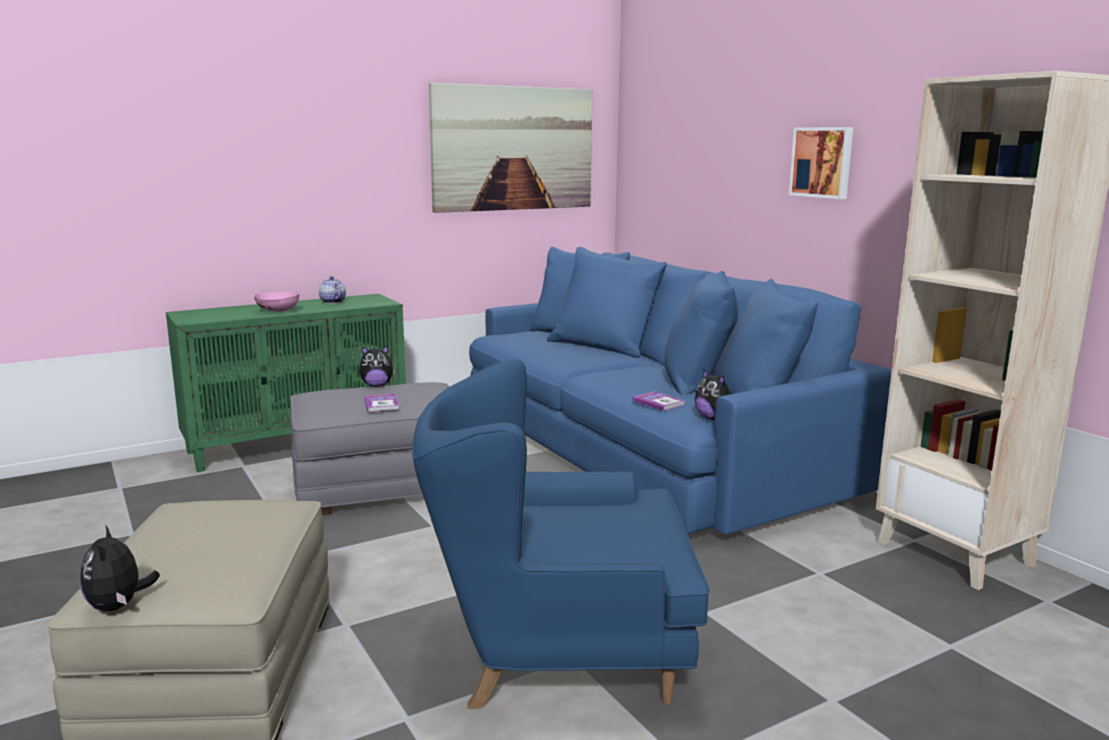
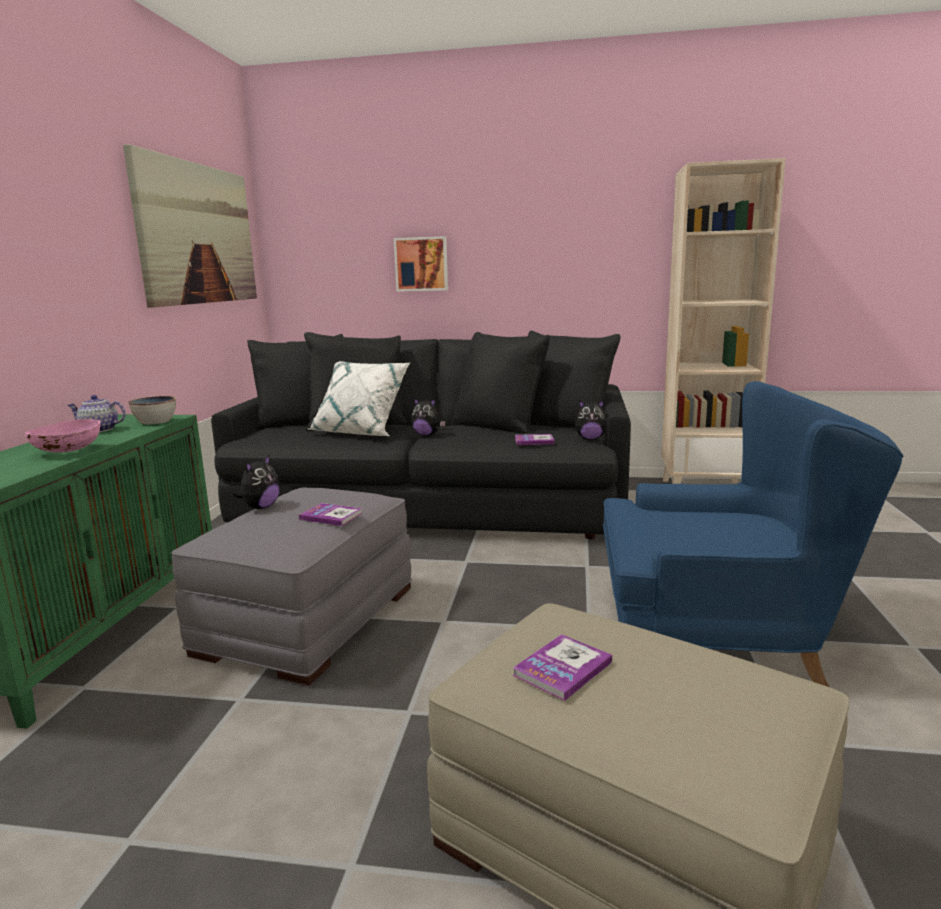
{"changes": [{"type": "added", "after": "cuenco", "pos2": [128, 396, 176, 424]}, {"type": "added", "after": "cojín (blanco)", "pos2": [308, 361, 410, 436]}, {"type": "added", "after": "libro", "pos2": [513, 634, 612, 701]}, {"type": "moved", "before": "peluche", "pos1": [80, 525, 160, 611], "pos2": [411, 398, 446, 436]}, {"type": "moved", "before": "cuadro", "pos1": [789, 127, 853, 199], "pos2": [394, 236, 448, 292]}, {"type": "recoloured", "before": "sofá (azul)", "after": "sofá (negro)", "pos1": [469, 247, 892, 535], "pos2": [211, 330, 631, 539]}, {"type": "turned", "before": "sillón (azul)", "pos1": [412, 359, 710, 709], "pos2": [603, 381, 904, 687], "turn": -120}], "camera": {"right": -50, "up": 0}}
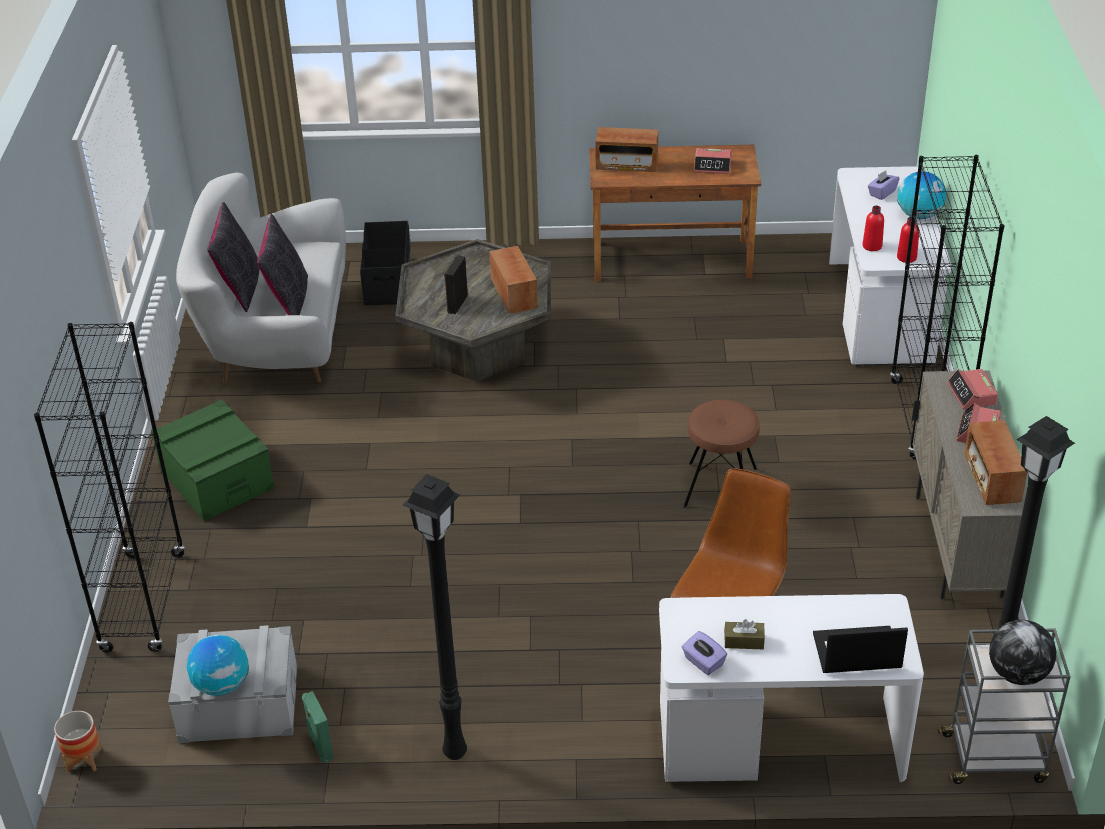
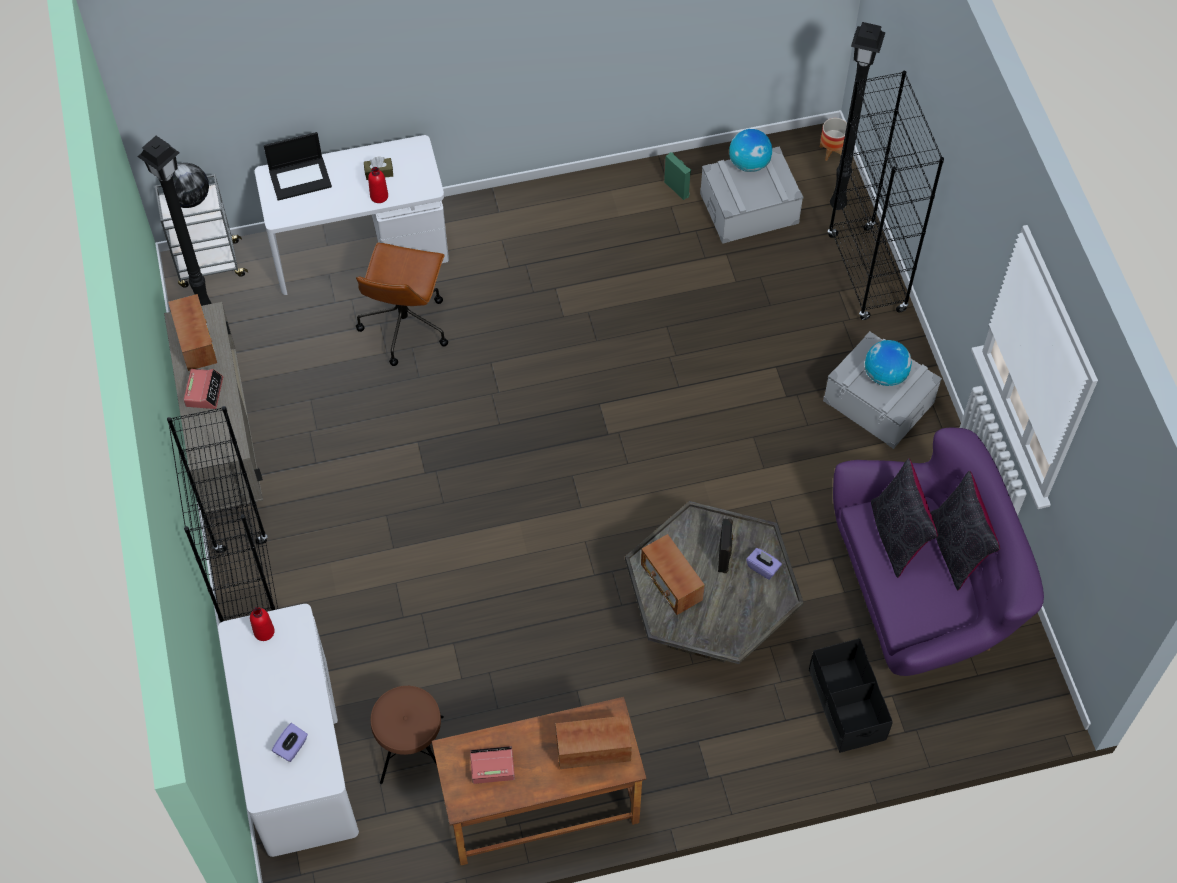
{"changes": [{"type": "removed", "before": "despertador", "pos1": [947, 369, 998, 410]}, {"type": "moved", "before": "lámpara de pie (negro)", "pos1": [403, 474, 467, 760], "pos2": [830, 22, 886, 210]}, {"type": "moved", "before": "caja de pañuelos (morado)", "pos1": [682, 631, 727, 675], "pos2": [746, 548, 782, 580]}, {"type": "moved", "before": "taburete (marrón)", "pos1": [683, 400, 760, 508], "pos2": [370, 686, 444, 784]}, {"type": "moved", "before": "botella (rojo)", "pos1": [863, 206, 884, 251], "pos2": [368, 167, 388, 203]}, {"type": "moved", "before": "globo terráqueo", "pos1": [897, 171, 946, 219], "pos2": [865, 340, 912, 386]}, {"type": "recoloured", "before": "caja de almacenaje (verde)", "after": "caja de almacenaje (gris)", "pos1": [151, 399, 275, 521], "pos2": [823, 331, 942, 449]}, {"type": "recoloured", "before": "sofá (blanco)", "after": "sofá (morado)", "pos1": [176, 172, 346, 383], "pos2": [833, 428, 1044, 676]}], "camera": {"right": 165, "up": 20}}
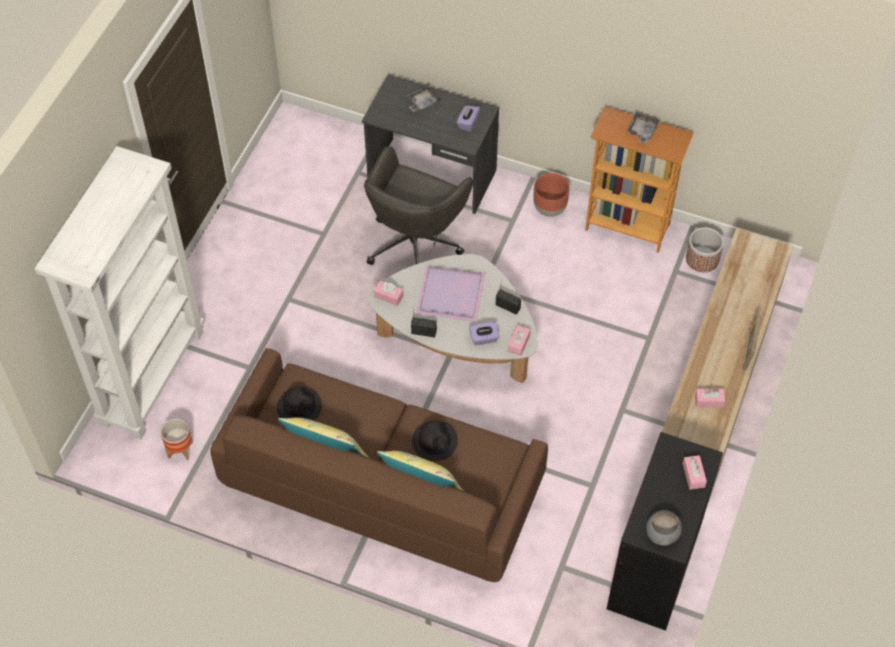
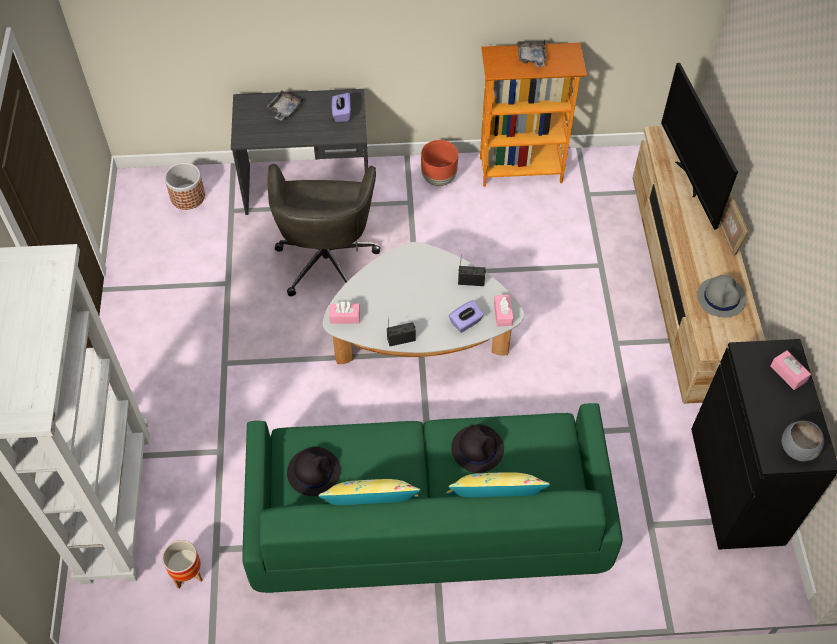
{"changes": [{"type": "removed", "before": "bandeja (morado)", "pos1": [416, 265, 485, 322]}, {"type": "added", "after": "televisor", "pos2": [661, 63, 738, 230]}, {"type": "moved", "before": "maceta", "pos1": [686, 227, 724, 272], "pos2": [165, 163, 205, 210]}, {"type": "replaced", "before": "caja de pañuelos (rosa)", "after": "sombrero (gris)", "pos1": [695, 388, 725, 407], "pos2": [697, 275, 746, 317]}, {"type": "recoloured", "before": "sofá (marrón)", "after": "sofá (verde)", "pos1": [210, 348, 548, 582], "pos2": [242, 403, 623, 593]}], "camera": {"right": -25, "up": 0}}
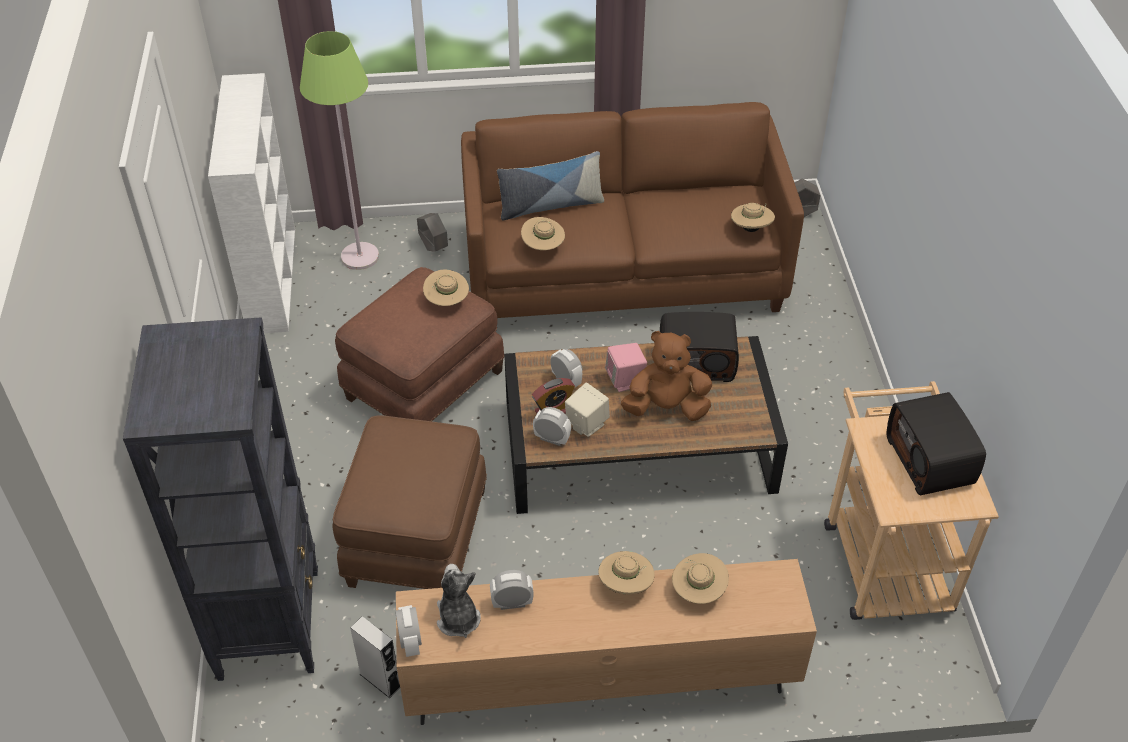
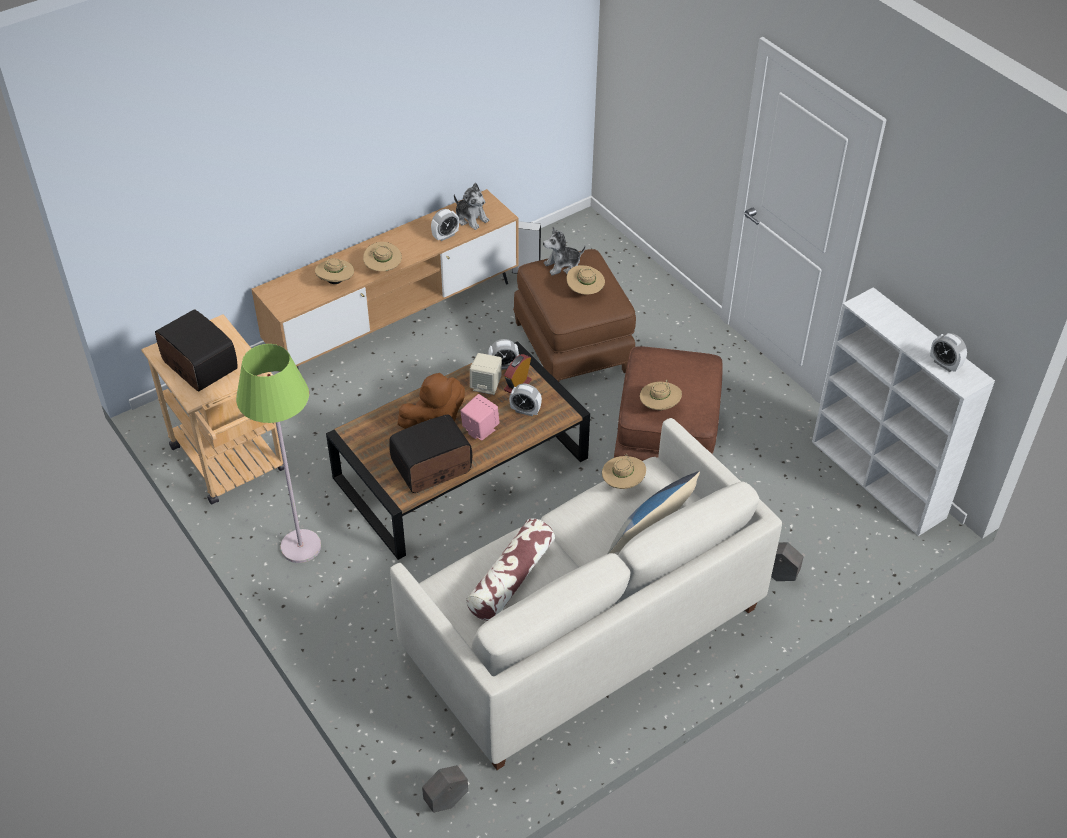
{"changes": [{"type": "removed", "before": "estantería (negro)", "pos1": [123, 317, 318, 681]}, {"type": "added", "after": "cojín", "pos2": [466, 518, 555, 621]}, {"type": "added", "after": "peluche", "pos2": [543, 226, 586, 275]}, {"type": "moved", "before": "lámpara de pie (verde)", "pos1": [300, 31, 379, 270], "pos2": [236, 344, 321, 563]}, {"type": "moved", "before": "despertador", "pos1": [395, 605, 422, 657], "pos2": [930, 333, 967, 372]}, {"type": "moved", "before": "sombrero (beis)", "pos1": [731, 203, 775, 232], "pos2": [566, 265, 605, 295]}, {"type": "recoloured", "before": "sofá (marrón)", "after": "sofá (blanco)", "pos1": [461, 102, 804, 318], "pos2": [390, 418, 782, 770]}], "camera": {"right": 150, "up": 0}}
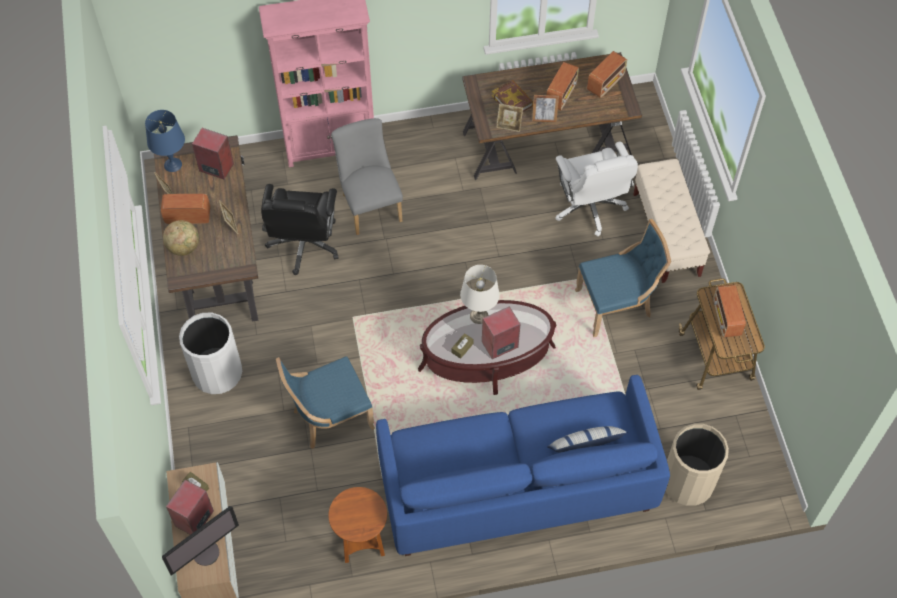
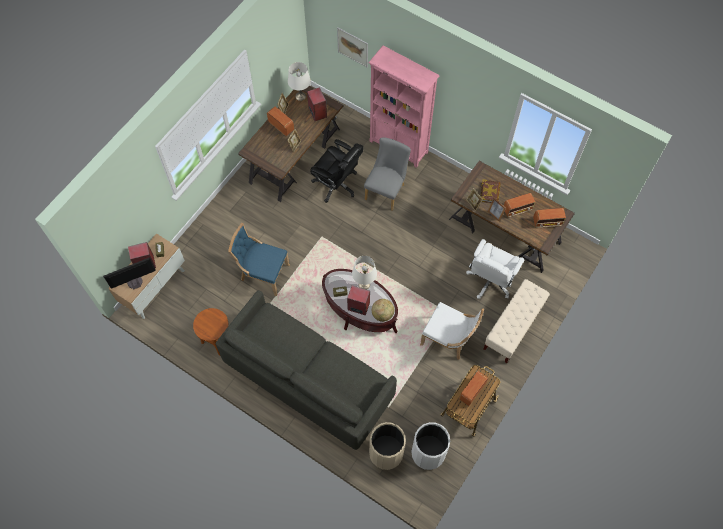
{"changes": [{"type": "removed", "before": "cojín", "pos1": [547, 426, 628, 453]}, {"type": "added", "after": "cuadro", "pos2": [337, 27, 368, 67]}, {"type": "moved", "before": "globo terráqueo", "pos1": [163, 220, 199, 256], "pos2": [372, 299, 394, 322]}, {"type": "moved", "before": "papelera (blanco)", "pos1": [179, 312, 242, 394], "pos2": [411, 422, 450, 470]}, {"type": "recoloured", "before": "lámpara de mesa (azul)", "after": "lámpara de mesa (blanco)", "pos1": [145, 110, 185, 172], "pos2": [288, 62, 311, 101]}, {"type": "recoloured", "before": "sofá (azul)", "after": "sofá (gris)", "pos1": [376, 375, 670, 556], "pos2": [216, 290, 397, 450]}, {"type": "recoloured", "before": "silla (azul)", "after": "silla (blanco)", "pos1": [575, 219, 671, 337], "pos2": [420, 302, 484, 360]}, {"type": "turned", "before": "monitor", "pos1": [162, 506, 239, 576], "pos2": [103, 257, 156, 290], "turn": 150}, {"type": "turned", "before": "silla de oficina (negro)", "pos1": [261, 184, 339, 275], "pos2": [310, 139, 364, 203], "turn": -105}], "camera": {"right": 45, "up": 5}}
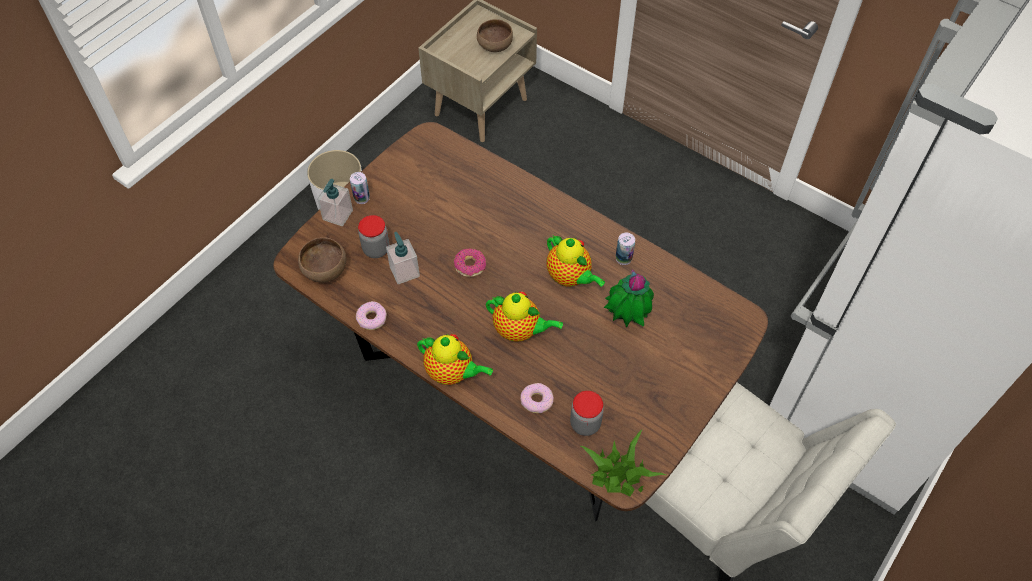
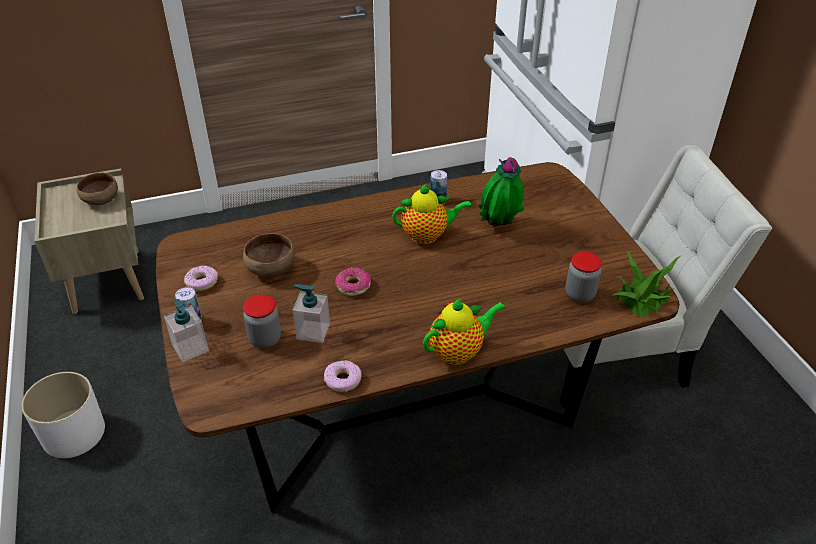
{"changes": [{"type": "removed", "before": "tetera", "pos1": [486, 291, 563, 342]}, {"type": "moved", "before": "cuenco (marrón)", "pos1": [298, 237, 346, 283], "pos2": [243, 233, 295, 277]}, {"type": "moved", "before": "rosquilla", "pos1": [520, 383, 553, 413], "pos2": [184, 265, 218, 291]}], "camera": {"right": -55, "up": -15}}
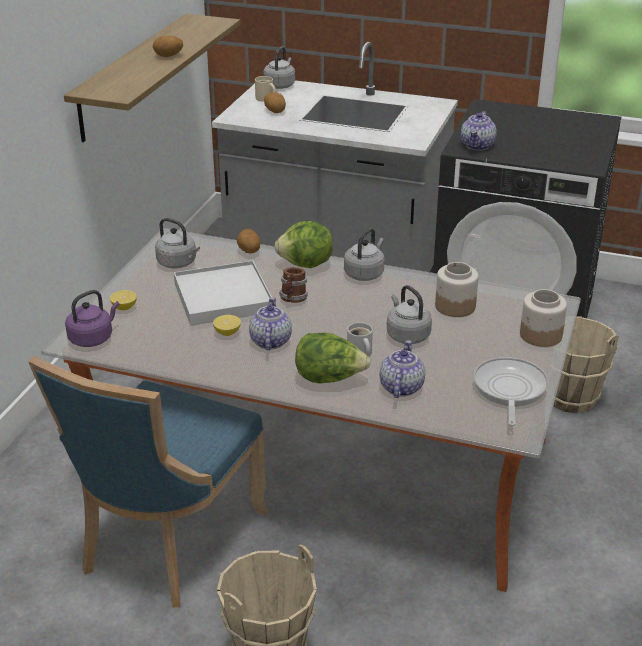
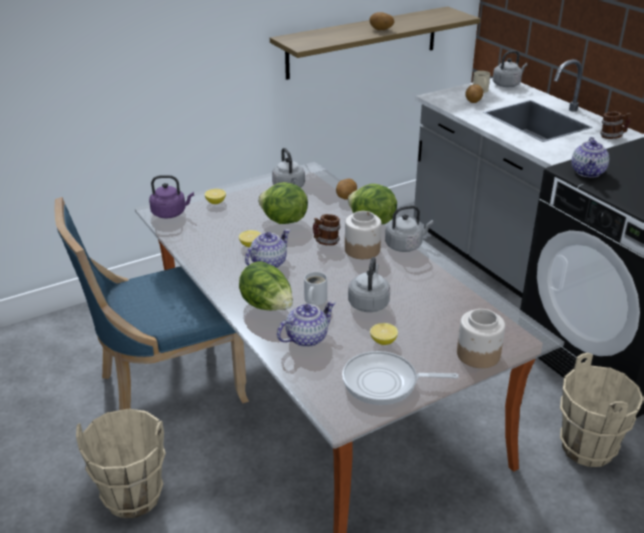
{"changes": [{"type": "added", "after": "limón", "pos2": [370, 323, 398, 345]}, {"type": "added", "after": "taza grande", "pos2": [600, 112, 631, 139]}, {"type": "moved", "before": "tarro", "pos1": [435, 262, 479, 317], "pos2": [345, 211, 382, 259]}, {"type": "replaced", "before": "bandeja (blanco)", "after": "lechuga", "pos1": [174, 260, 272, 325], "pos2": [258, 182, 308, 224]}, {"type": "turned", "before": "tetera", "pos1": [461, 111, 497, 151], "pos2": [571, 137, 609, 178], "turn": -45}, {"type": "turned", "before": "sartén", "pos1": [473, 357, 549, 426], "pos2": [342, 351, 459, 405], "turn": -135}], "camera": {"right": 40, "up": 0}}
